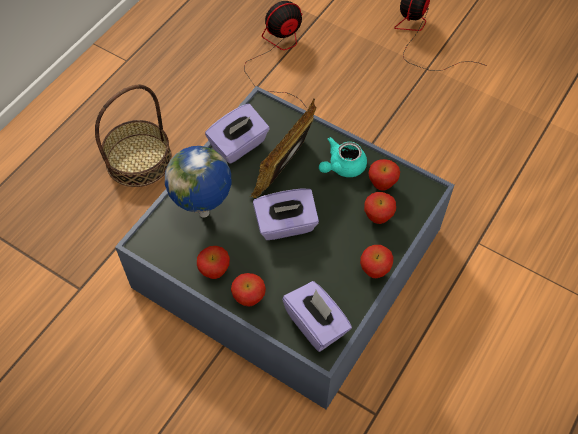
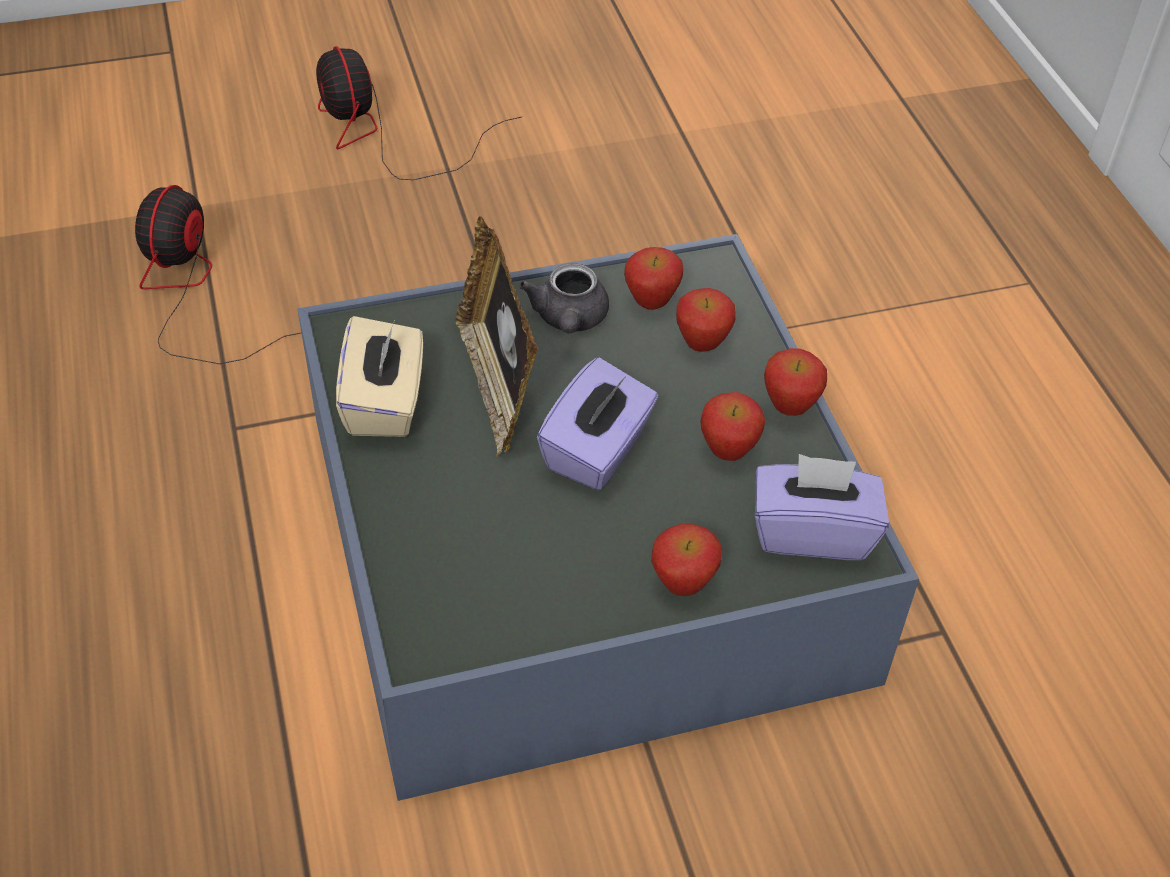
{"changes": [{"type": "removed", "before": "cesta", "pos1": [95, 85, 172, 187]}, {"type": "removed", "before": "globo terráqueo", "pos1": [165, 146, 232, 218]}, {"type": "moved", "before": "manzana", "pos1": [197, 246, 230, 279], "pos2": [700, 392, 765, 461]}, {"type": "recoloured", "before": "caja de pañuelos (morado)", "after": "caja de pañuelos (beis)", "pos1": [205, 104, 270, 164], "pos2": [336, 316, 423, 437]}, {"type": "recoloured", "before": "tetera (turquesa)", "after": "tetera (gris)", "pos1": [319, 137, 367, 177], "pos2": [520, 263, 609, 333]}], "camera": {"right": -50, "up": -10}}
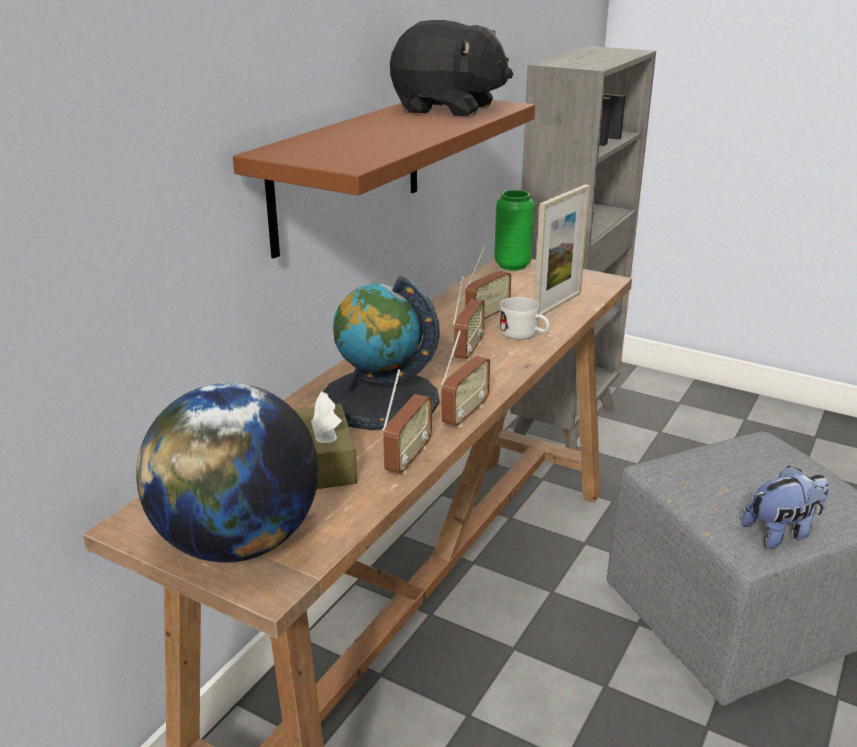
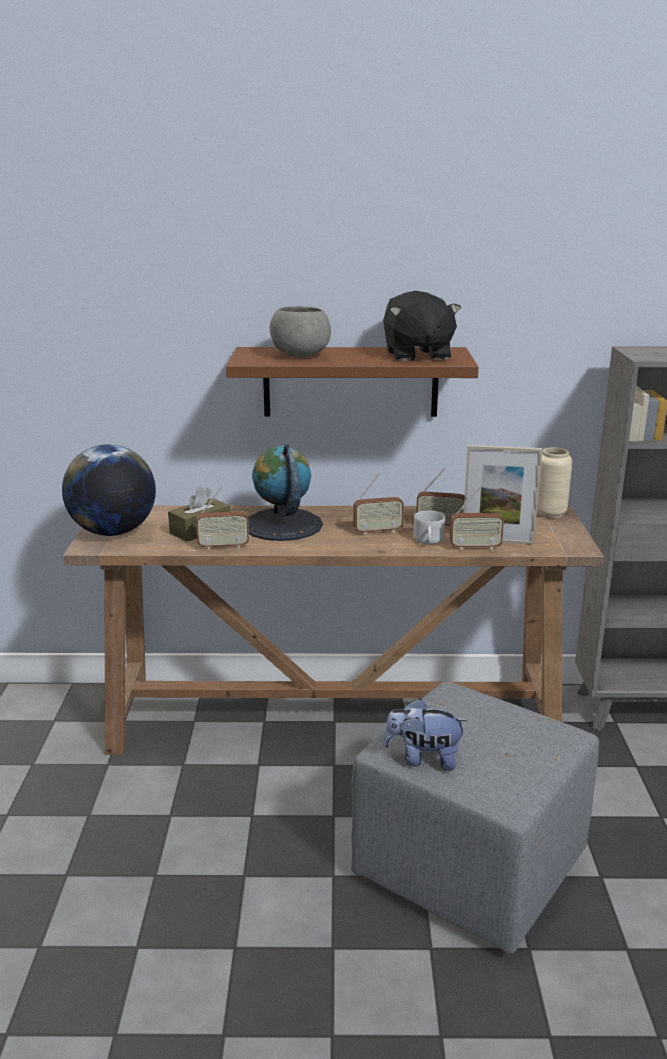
{"changes": [{"type": "added", "after": "cuenco (gris)", "pos2": [270, 306, 331, 357]}, {"type": "moved", "before": "radio", "pos1": [441, 330, 490, 427], "pos2": [450, 487, 504, 551]}, {"type": "recoloured", "before": "florero (verde)", "after": "florero (beis)", "pos1": [494, 190, 535, 271], "pos2": [537, 447, 572, 518]}, {"type": "turned", "before": "peluche", "pos1": [742, 466, 829, 549], "pos2": [383, 699, 468, 771], "turn": 150}], "camera": {"right": 60, "up": -5}}
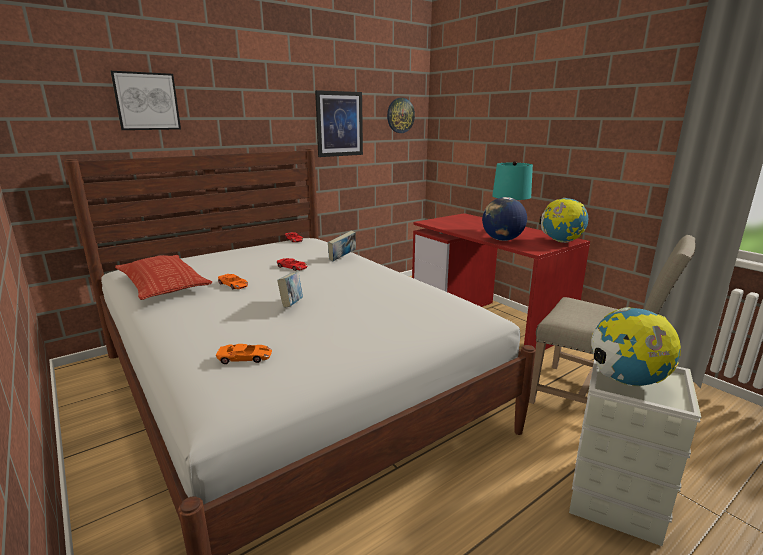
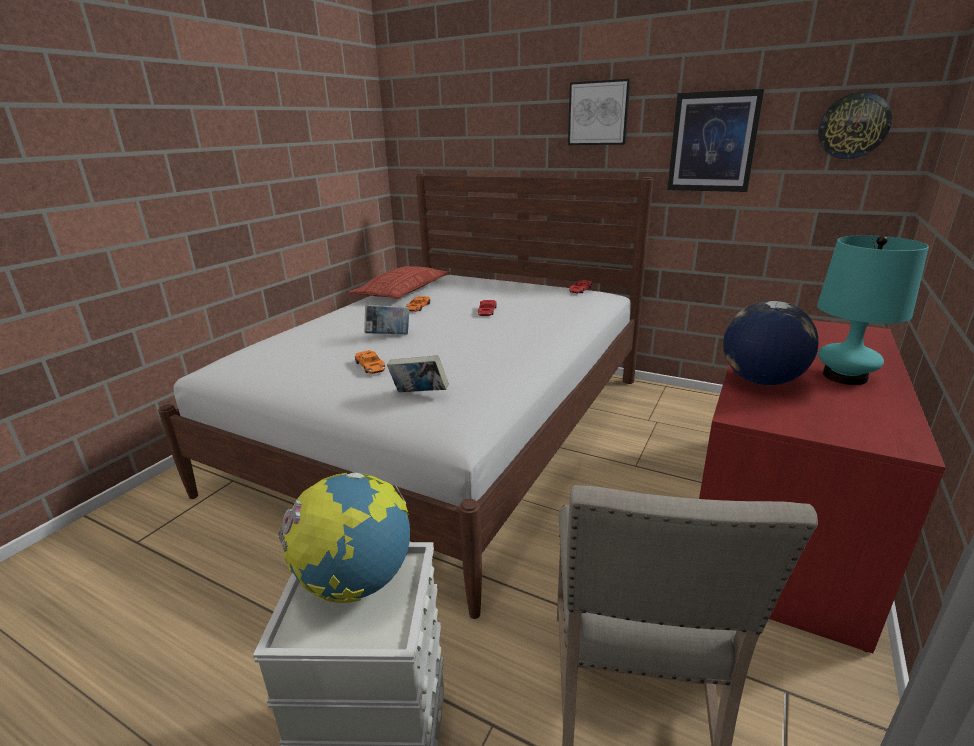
{"changes": [{"type": "removed", "before": "globo terráqueo", "pos1": [539, 198, 588, 243]}, {"type": "moved", "before": "cuadro", "pos1": [110, 71, 181, 130], "pos2": [568, 79, 631, 145]}, {"type": "moved", "before": "coche de juguete (naranja)", "pos1": [216, 344, 272, 364], "pos2": [355, 350, 385, 374]}, {"type": "moved", "before": "libro", "pos1": [328, 231, 356, 261], "pos2": [387, 355, 449, 392]}], "camera": {"right": 65, "up": 5}}
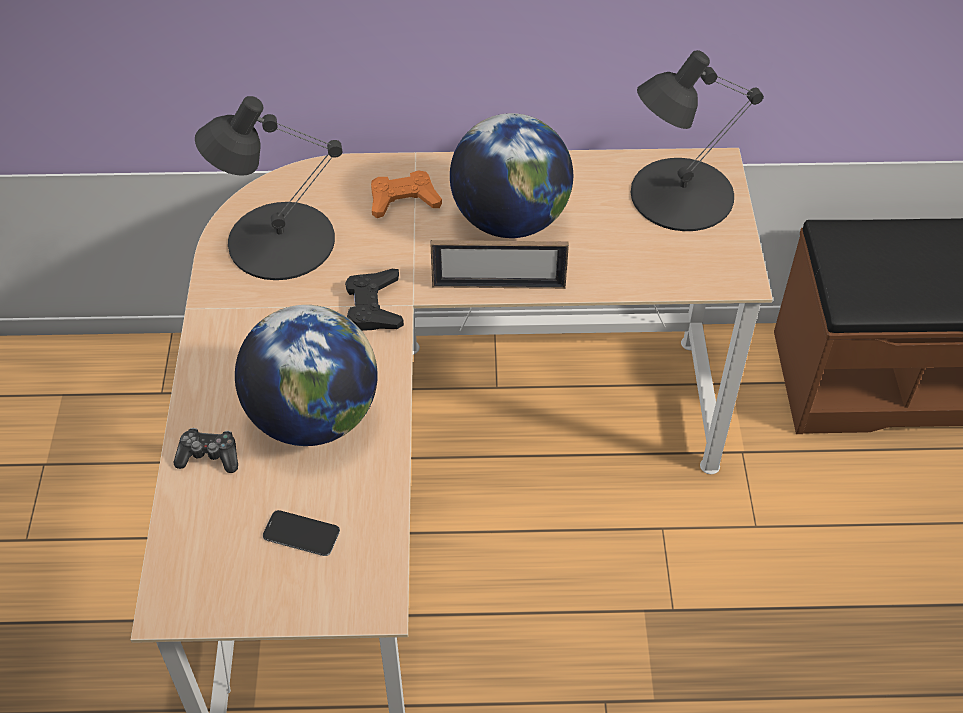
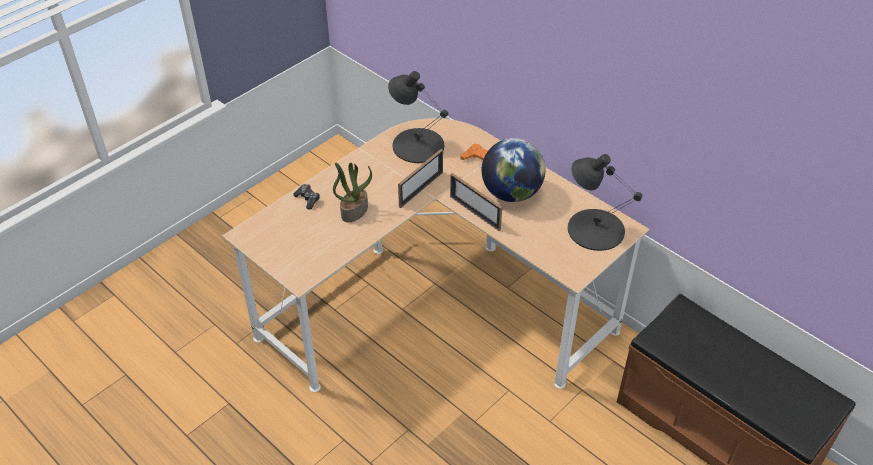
{"changes": [{"type": "removed", "before": "móvil", "pos1": [263, 510, 340, 556]}, {"type": "replaced", "before": "globo terráqueo", "after": "planta en maceta", "pos1": [235, 305, 377, 446], "pos2": [333, 162, 372, 222]}, {"type": "replaced", "before": "mando de consola (negro)", "after": "portarretratos", "pos1": [345, 269, 404, 331], "pos2": [398, 149, 443, 208]}], "camera": {"right": 45, "up": -5}}
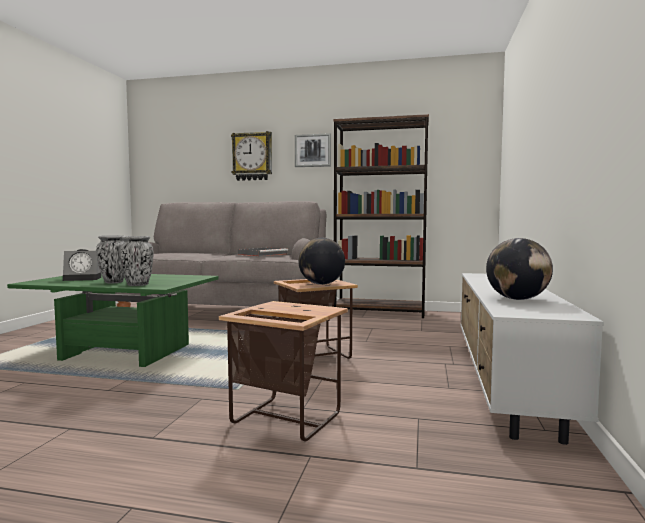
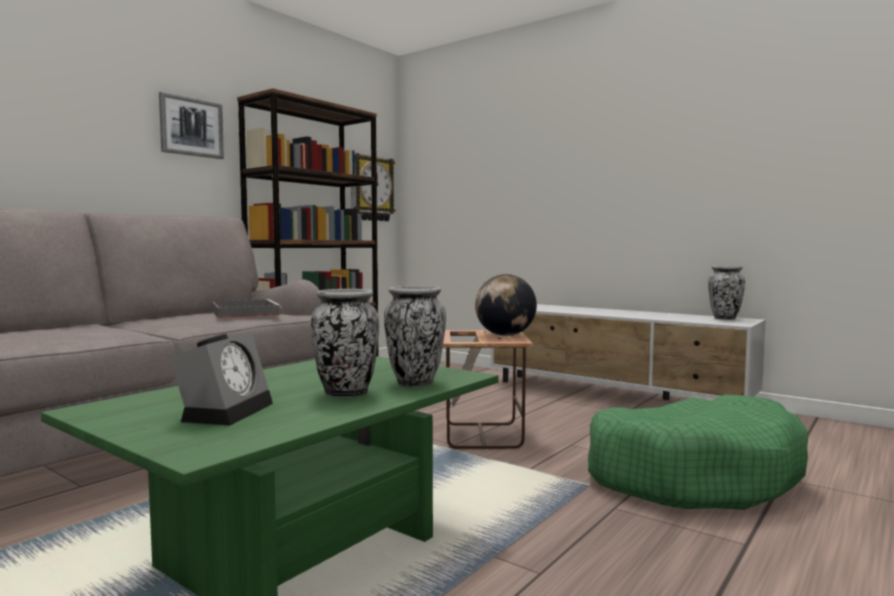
{"changes": [{"type": "removed", "before": "globo terráqueo", "pos1": [486, 238, 553, 300]}, {"type": "added", "after": "florero", "pos2": [708, 266, 745, 320]}, {"type": "moved", "before": "reloj de pared", "pos1": [231, 131, 272, 181], "pos2": [351, 153, 395, 221]}, {"type": "replaced", "before": "mesa auxiliar", "after": "cama para perro (verde)", "pos1": [219, 301, 348, 442], "pos2": [588, 394, 808, 510]}], "camera": {"right": -65, "up": 0}}
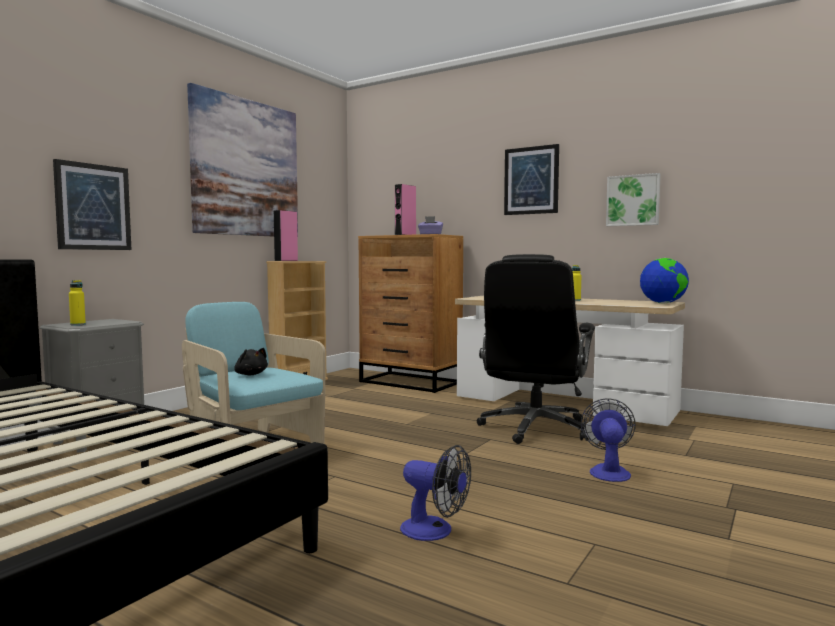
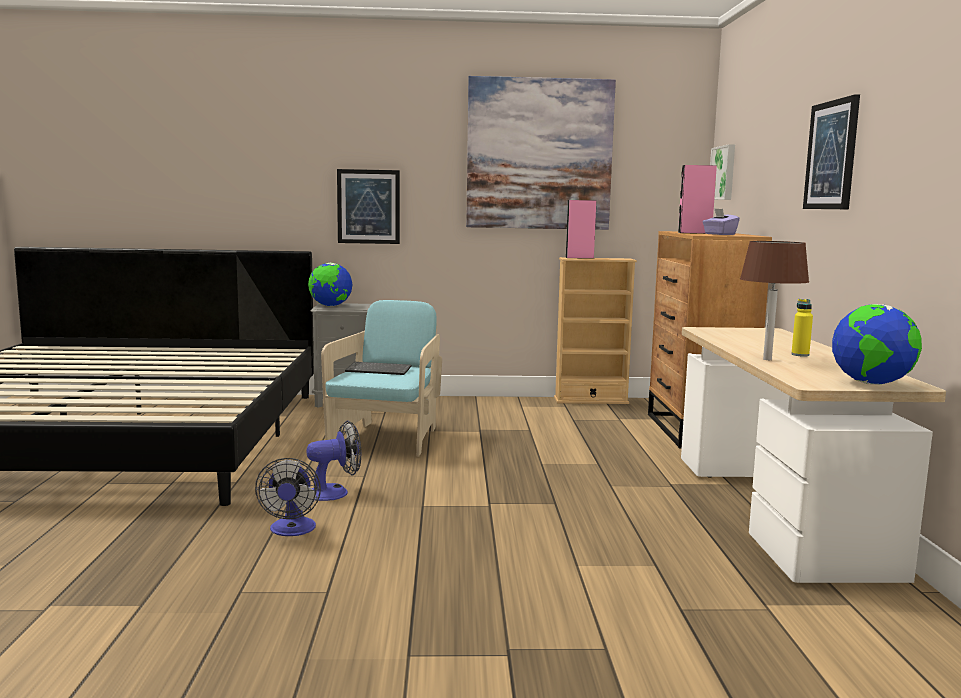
{"changes": [{"type": "removed", "before": "silla de oficina (negro)", "pos1": [477, 254, 595, 444]}, {"type": "added", "after": "lámpara de mesa (marrón)", "pos2": [740, 241, 809, 360]}, {"type": "moved", "before": "ventilador", "pos1": [581, 398, 636, 482], "pos2": [306, 420, 361, 501]}, {"type": "moved", "before": "cuadro", "pos1": [606, 173, 661, 226], "pos2": [710, 144, 735, 200]}, {"type": "replaced", "before": "botella (amarillo)", "after": "globo terráqueo", "pos1": [69, 280, 86, 326], "pos2": [308, 263, 353, 306]}, {"type": "replaced", "before": "peluche (negro)", "after": "teclado", "pos1": [234, 348, 268, 375], "pos2": [345, 362, 412, 375]}], "camera": {"right": 55, "up": 5}}
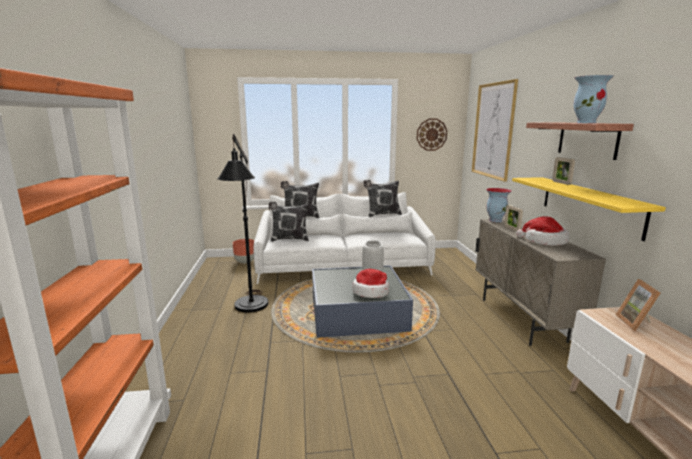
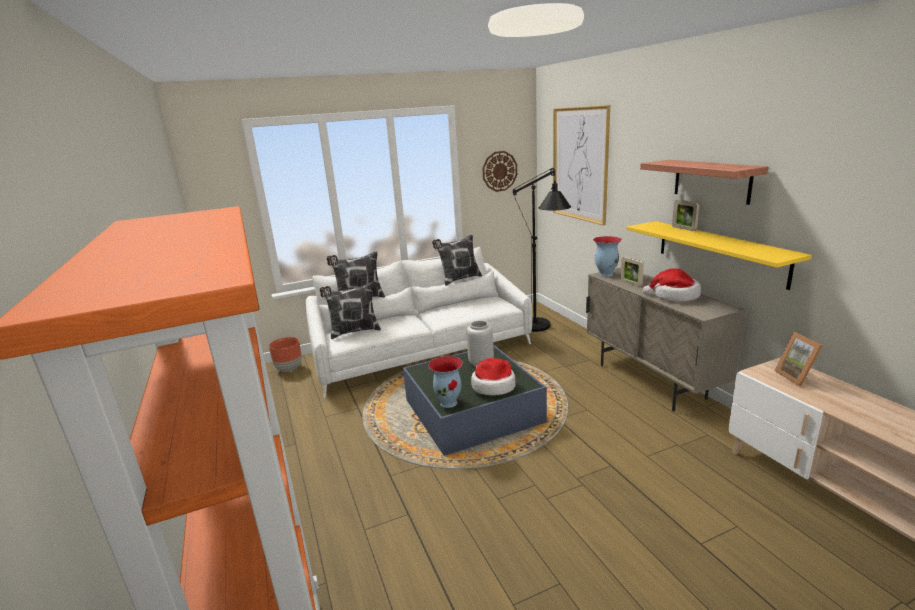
{"changes": [{"type": "moved", "before": "lámpara de pie (negro)", "pos1": [217, 134, 268, 313], "pos2": [513, 168, 571, 332]}, {"type": "moved", "before": "florero", "pos1": [574, 75, 614, 123], "pos2": [428, 356, 463, 408]}], "camera": {"right": -15, "up": 5}}
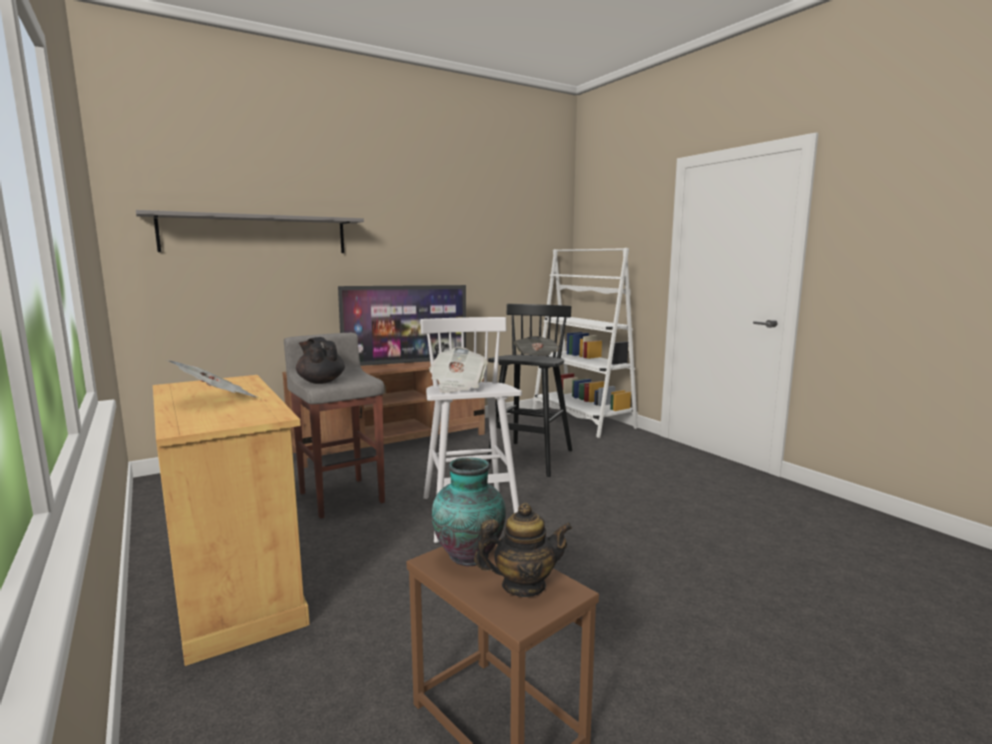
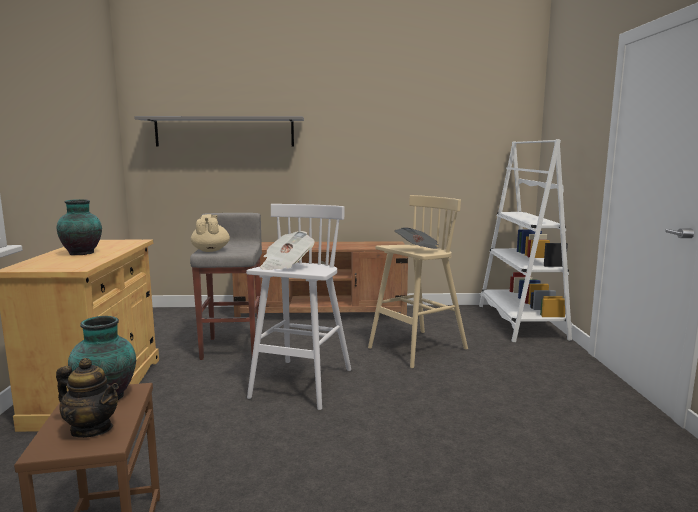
{"changes": [{"type": "removed", "before": "televisor", "pos1": [338, 285, 466, 366]}, {"type": "replaced", "before": "periódico", "after": "florero", "pos1": [166, 360, 257, 397], "pos2": [57, 199, 102, 255]}, {"type": "recoloured", "before": "tetera (negro)", "after": "tetera (beis)", "pos1": [296, 337, 345, 384], "pos2": [191, 214, 230, 252]}, {"type": "recoloured", "before": "taburete (negro)", "after": "taburete (beis)", "pos1": [487, 304, 572, 477], "pos2": [368, 195, 468, 368]}], "camera": {"right": 30, "up": 0}}
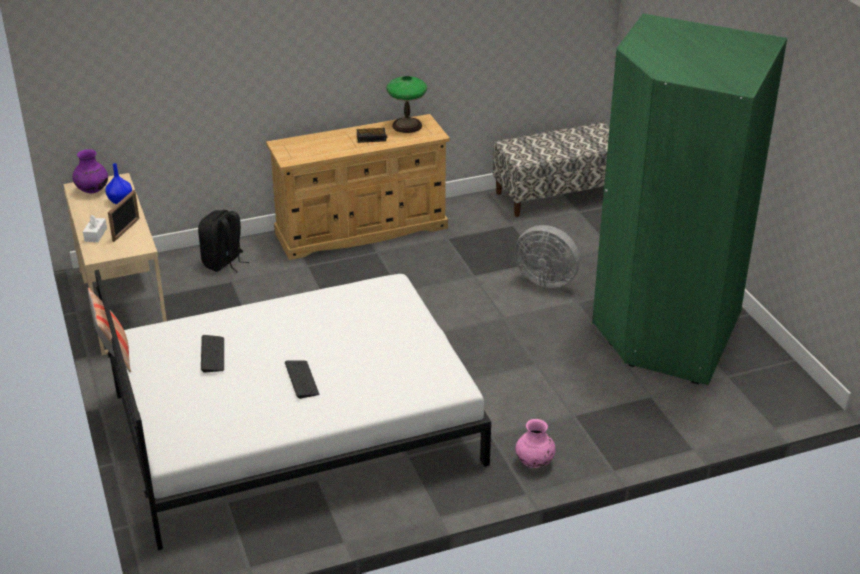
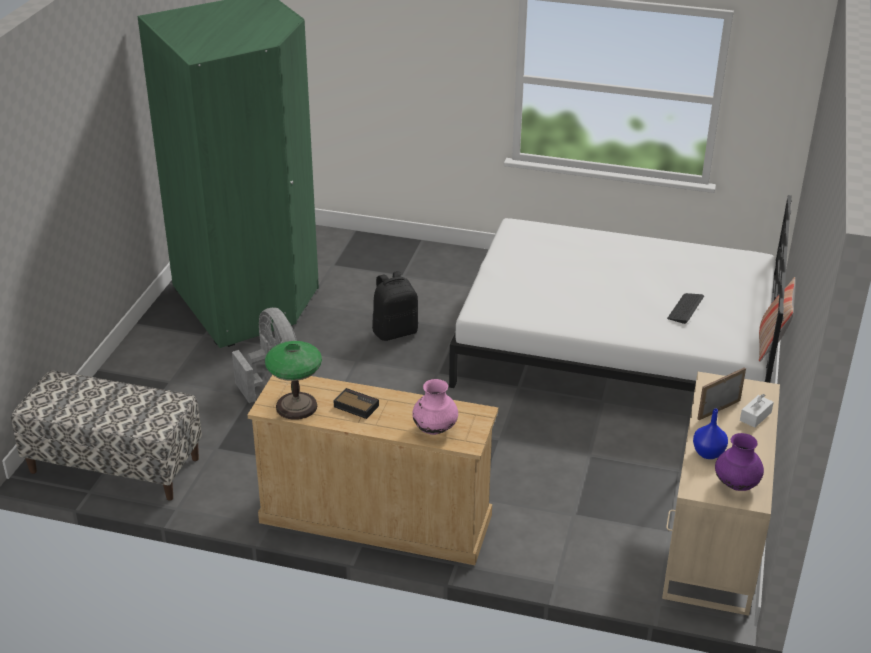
{"changes": [{"type": "removed", "before": "teclado", "pos1": [285, 360, 319, 399]}, {"type": "moved", "before": "mochila (negro)", "pos1": [198, 210, 249, 272], "pos2": [372, 271, 418, 341]}, {"type": "moved", "before": "florero (rosa)", "pos1": [515, 419, 556, 468], "pos2": [412, 379, 458, 435]}], "camera": {"right": -145, "up": 0}}
